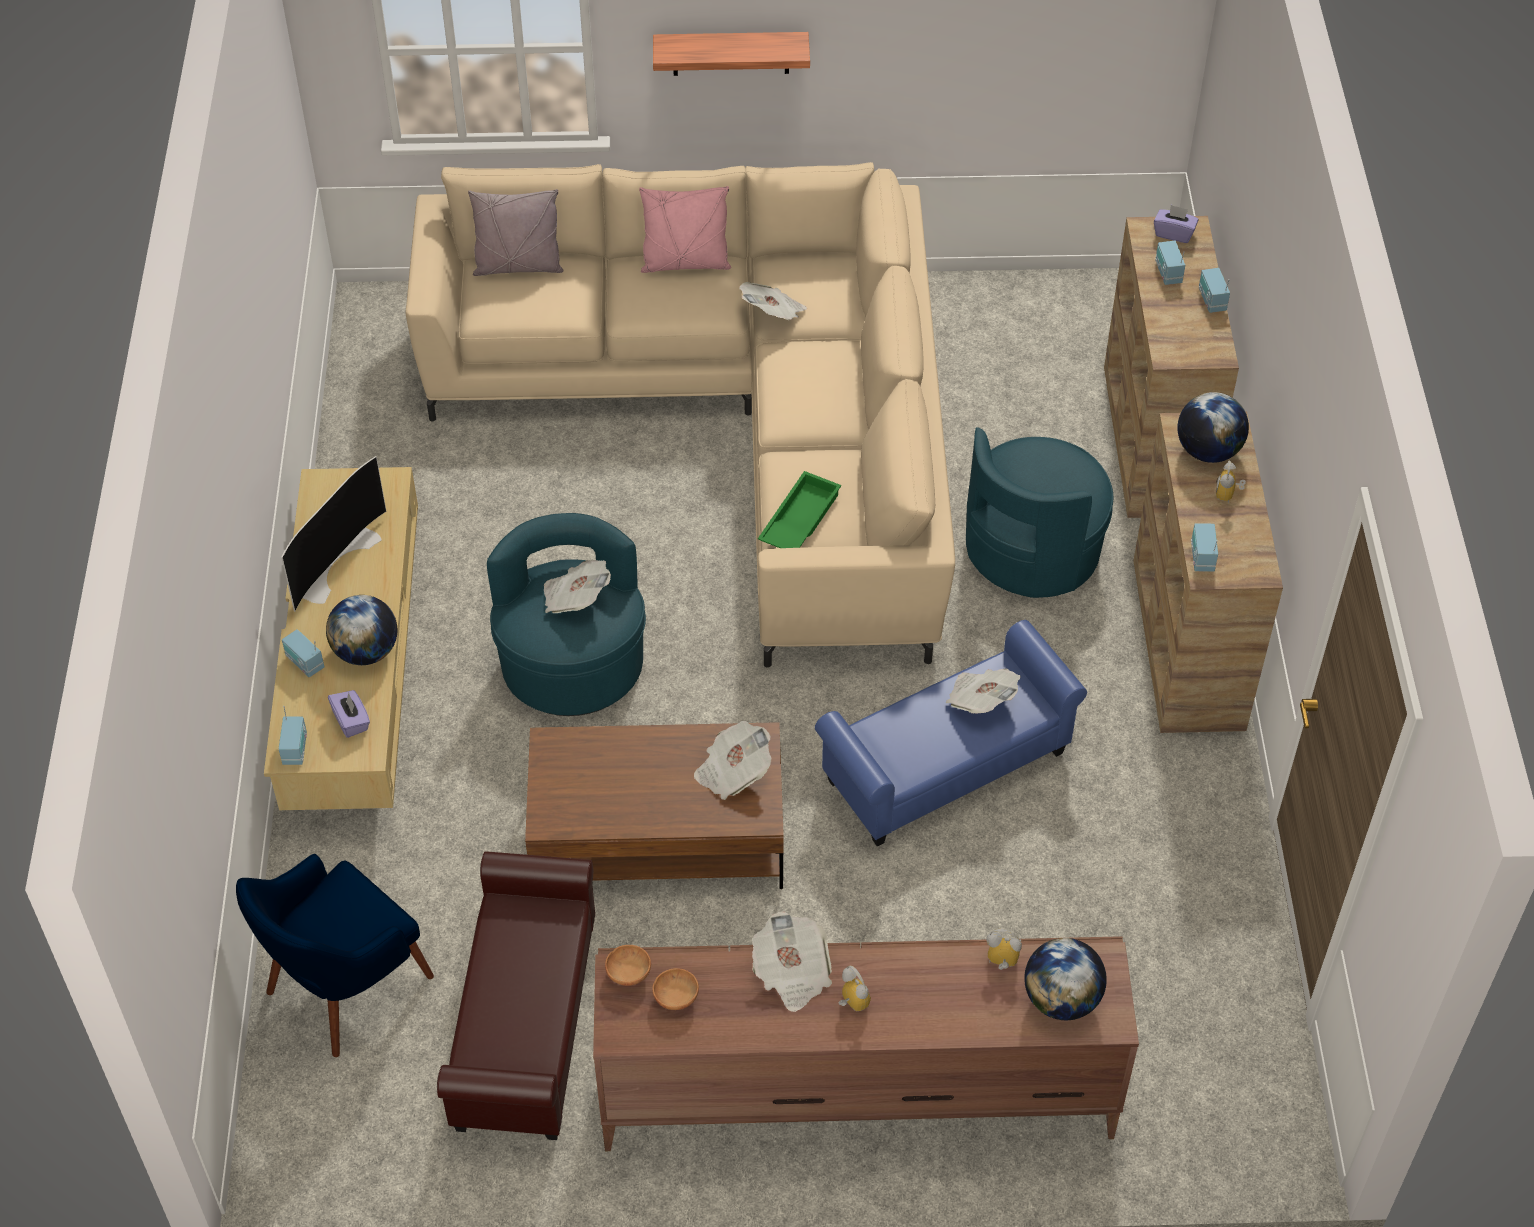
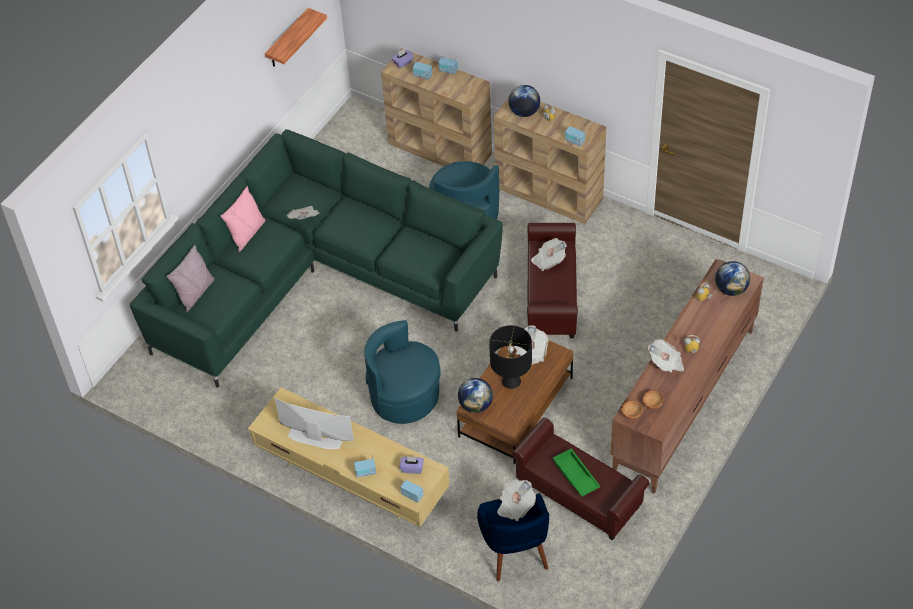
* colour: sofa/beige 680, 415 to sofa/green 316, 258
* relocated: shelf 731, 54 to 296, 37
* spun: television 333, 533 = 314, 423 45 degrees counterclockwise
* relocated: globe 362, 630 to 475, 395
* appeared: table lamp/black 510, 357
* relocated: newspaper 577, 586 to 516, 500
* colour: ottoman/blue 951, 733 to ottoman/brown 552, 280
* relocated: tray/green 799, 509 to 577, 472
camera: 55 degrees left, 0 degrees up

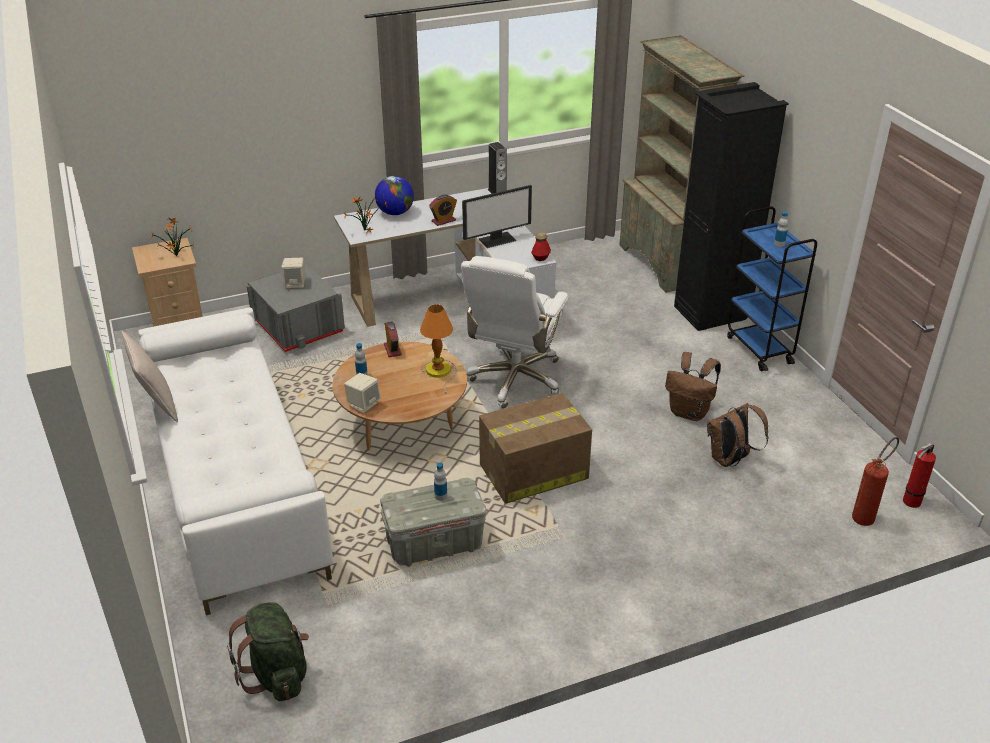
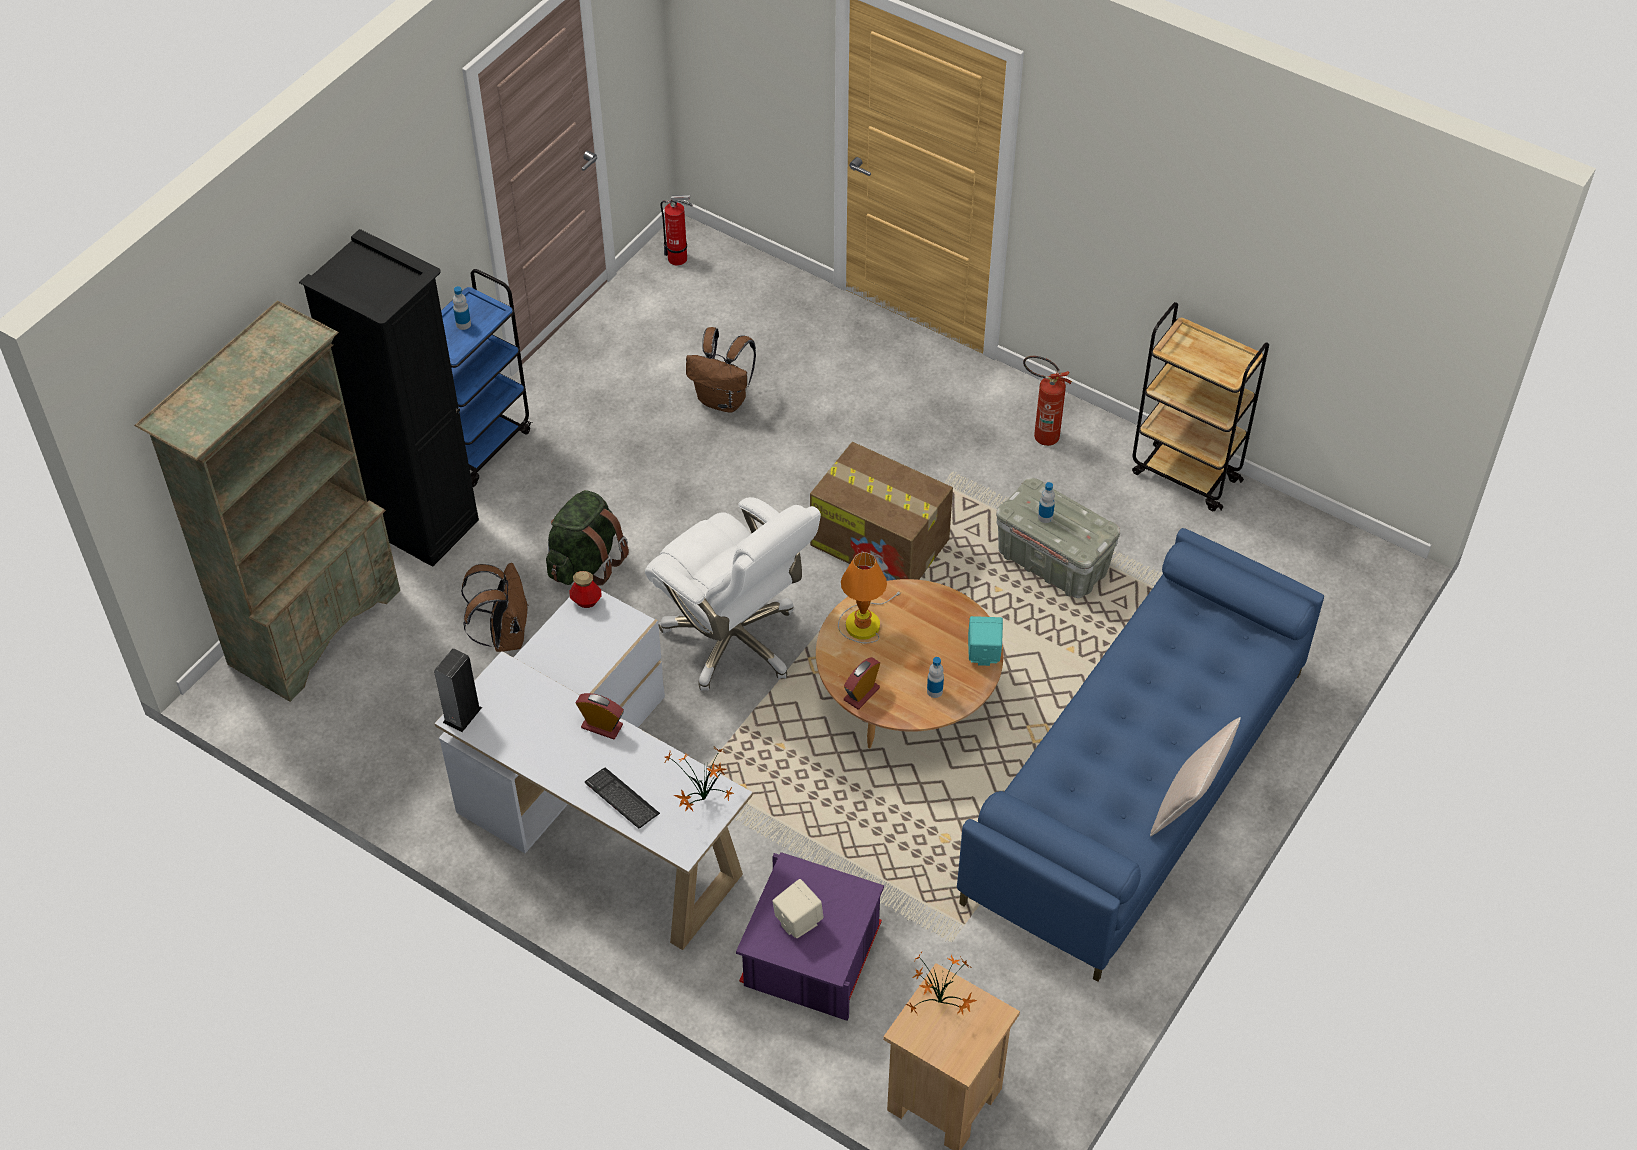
* relocated: backpack/brown 693, 386 to 494, 607
* relocated: backpack/green 268, 651 to 587, 538
* exchanged: globe 394, 195 to keyboard 622, 797
* spun: office chair/white 514, 332 = 733, 594 60 degrees clockwise
* colour: storage box/grey 296, 308 to storage box/purple 810, 936
* colour: sofa/white 235, 461 to sofa/blue 1140, 755
* colour: speaker/beige 362, 393 to speaker/turquoise 985, 641
* relocated: fire extinguisher 875, 481 to 1047, 401
* appeared: cart/brown 1200, 406
* missing: monitor 497, 216
camera: 125 degrees left, 15 degrees up

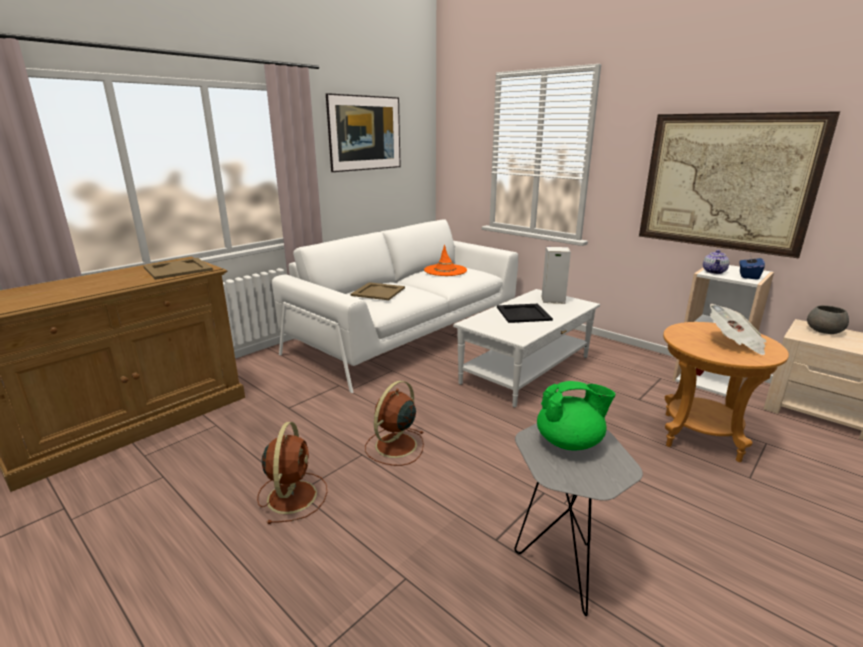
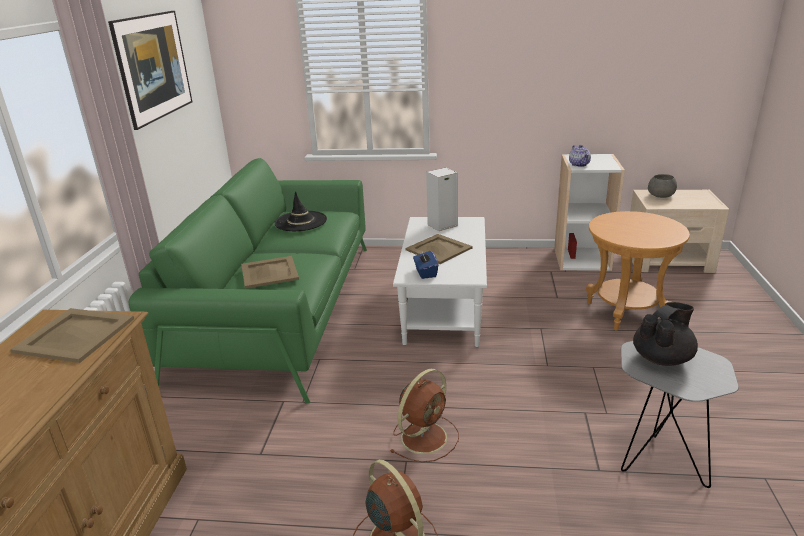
* colour: sofa/white 395, 306 to sofa/green 248, 280
* colour: hat/orange 445, 260 to hat/black 300, 211
* spun: fan/brown 394, 423 = 425, 415 135 degrees counterclockwise
* colour: tray/black 525, 313 to tray/beige 439, 249
* relocated: tissue box/blue 752, 266 to 425, 265
* colour: teapot/green 576, 415 to teapot/black 665, 334
* missing: picture 739, 184
* missing: newspaper 738, 329
camera: 35 degrees left, 5 degrees up

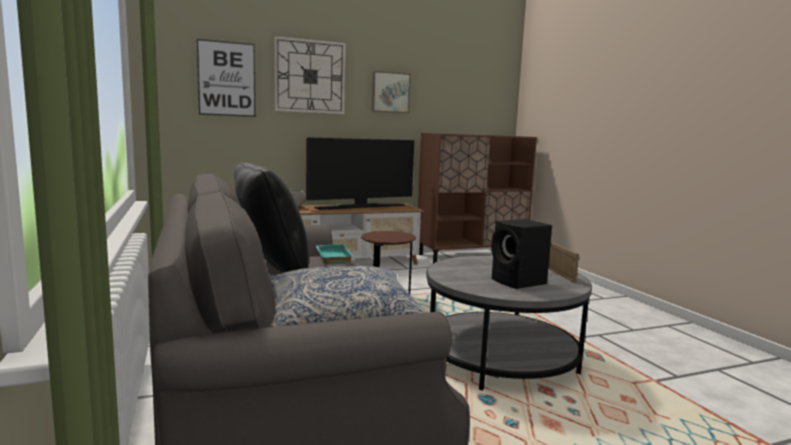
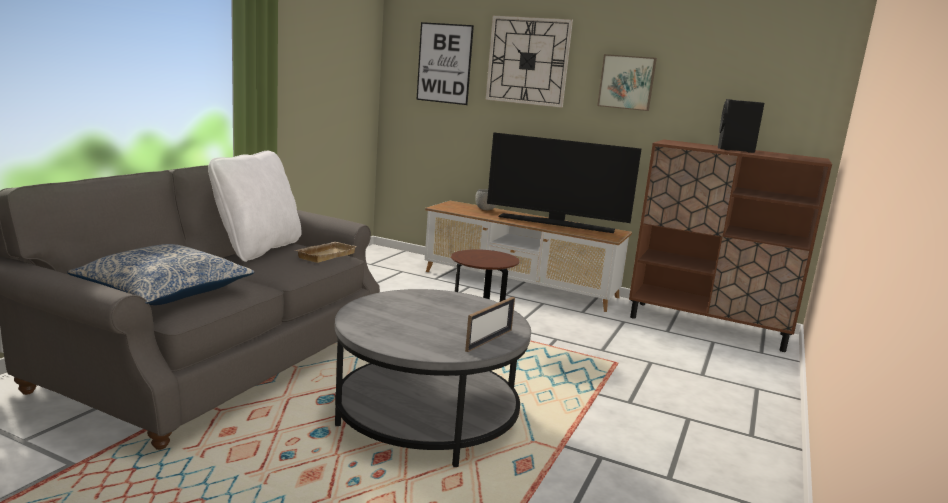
* colour: pillow/black 271, 217 to pillow/white 255, 206
* colour: tray/turquoise 334, 254 to tray/beige 326, 252
* relocated: speaker/black 521, 254 to 741, 126
camera: 45 degrees right, 5 degrees up

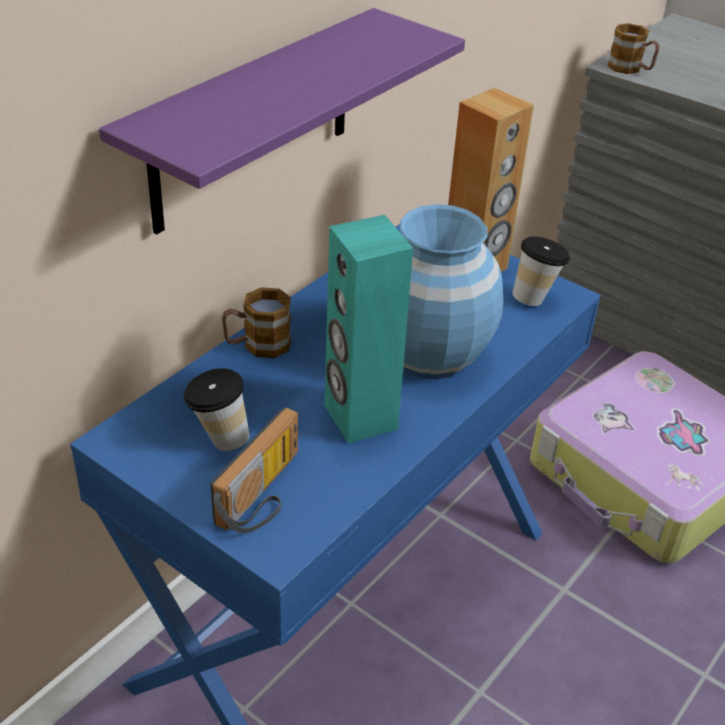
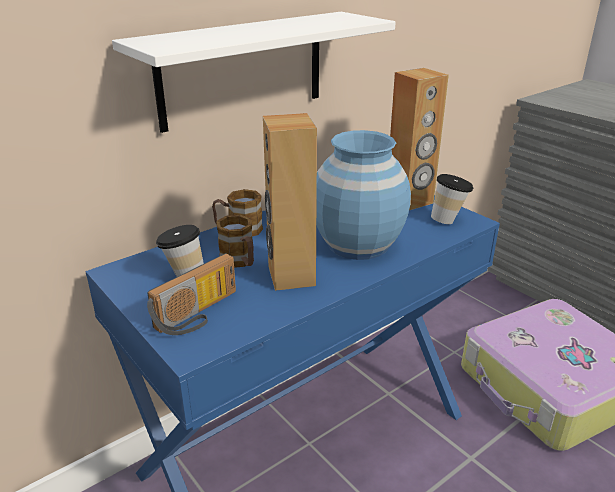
* colour: shelf/purple 282, 121 to shelf/white 254, 72
* relocated: mug 633, 48 to 235, 241
* colour: speaker/turquoise 369, 329 to speaker/brown 290, 202
camera: 15 degrees right, 10 degrees down

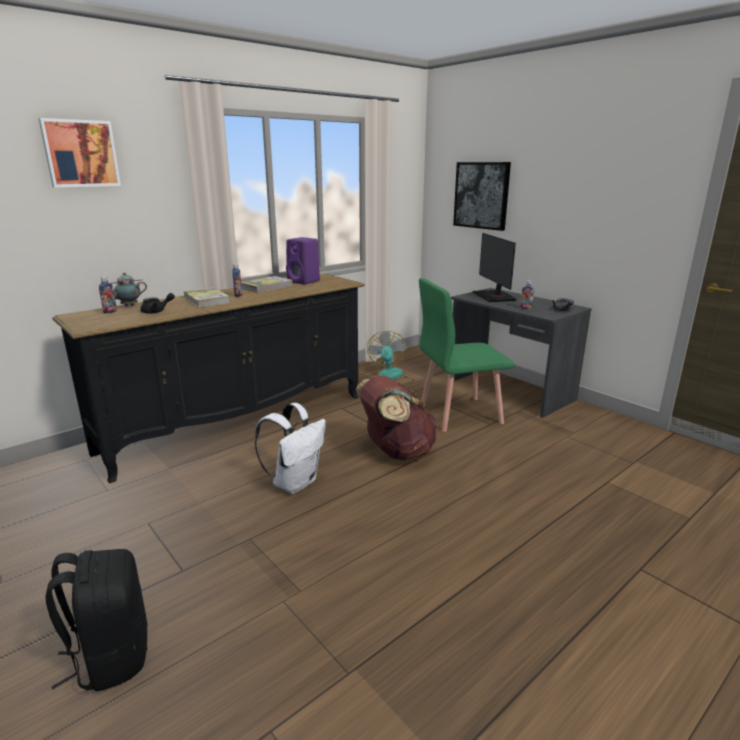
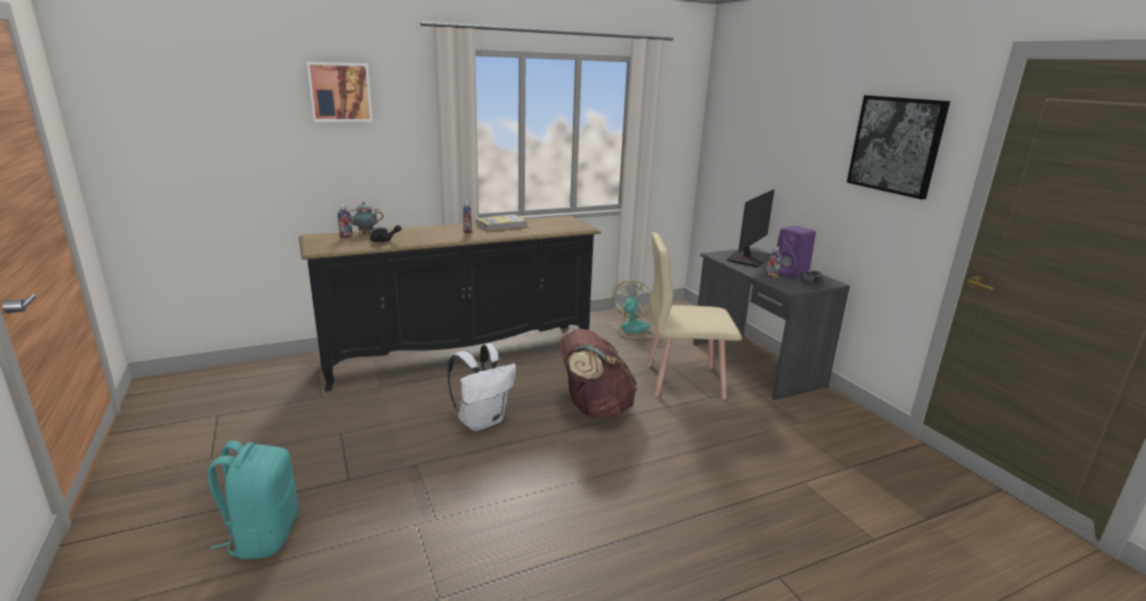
* colour: backpack/black 96, 620 to backpack/turquoise 252, 500
* colour: chair/green 467, 355 to chair/beige 694, 316
* spun: monitor 495, 267 = 750, 228 150 degrees counterclockwise
* relocated: speaker/purple 303, 260 to 796, 252
* relocated: picture 482, 196 to 898, 147
* missing: book 206, 297
camera: 15 degrees right, 0 degrees up

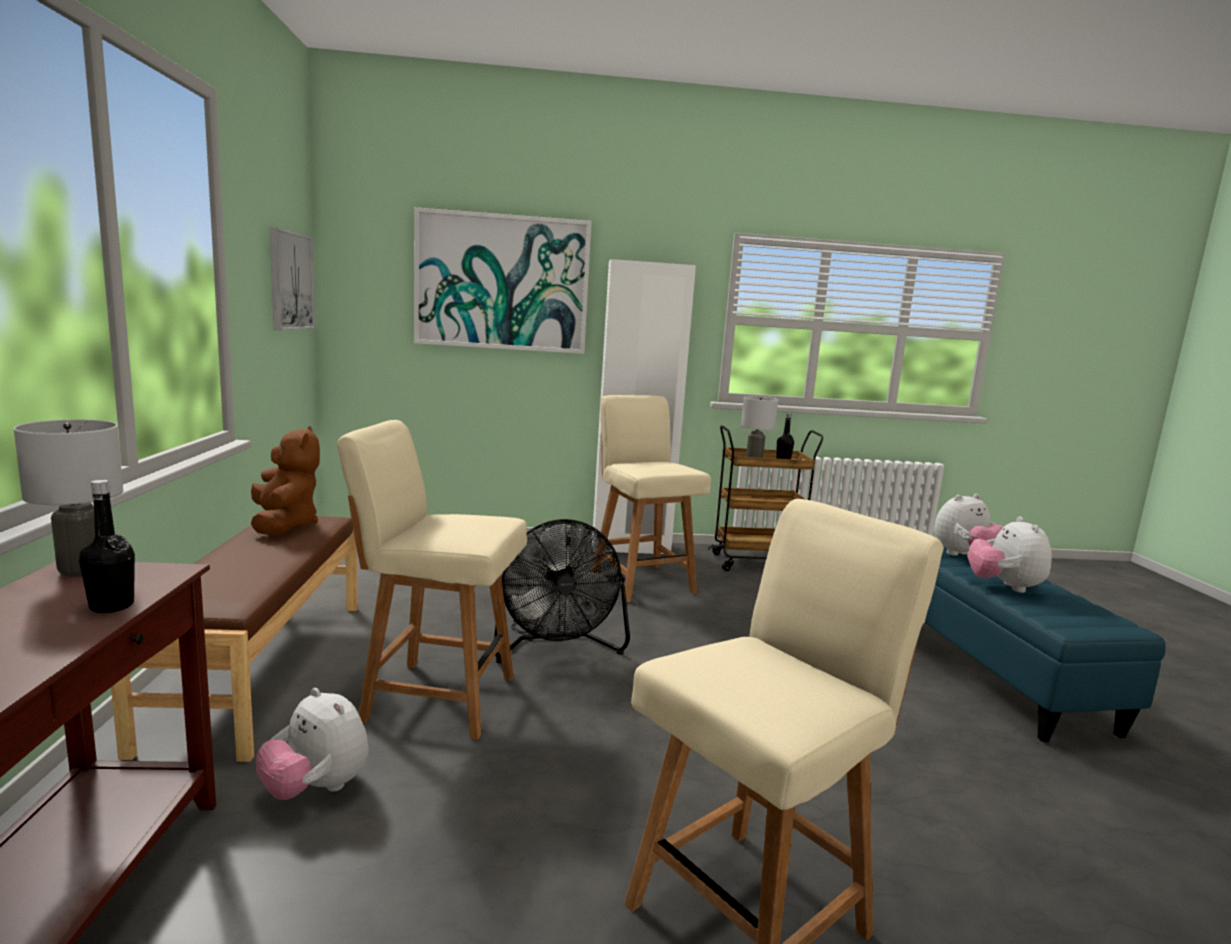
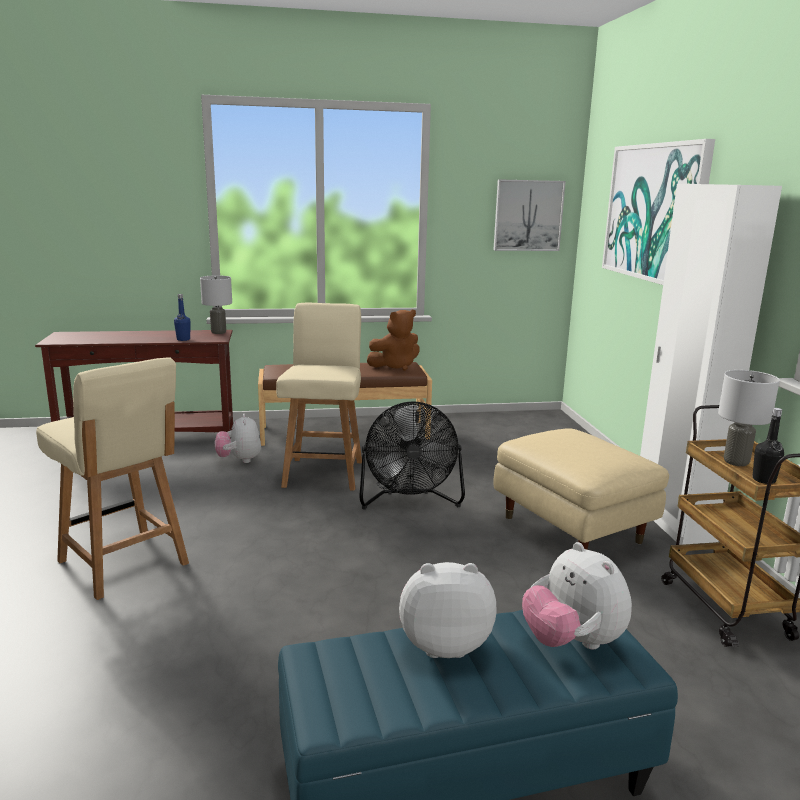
* colour: bottle/black 107, 546 to bottle/blue 182, 317
* spun: plush toy 312, 744 = 238, 438 45 degrees counterclockwise
* spun: fan/black 562, 591 = 412, 456 75 degrees counterclockwise
* exchanged: chair/beige 651, 499 to ottoman/beige 581, 489
camera: 85 degrees right, 5 degrees up

